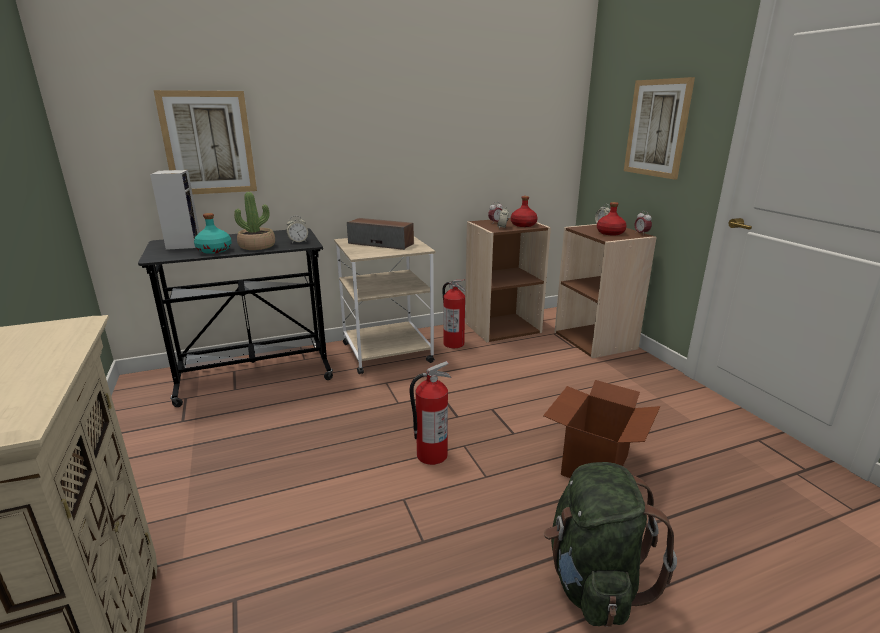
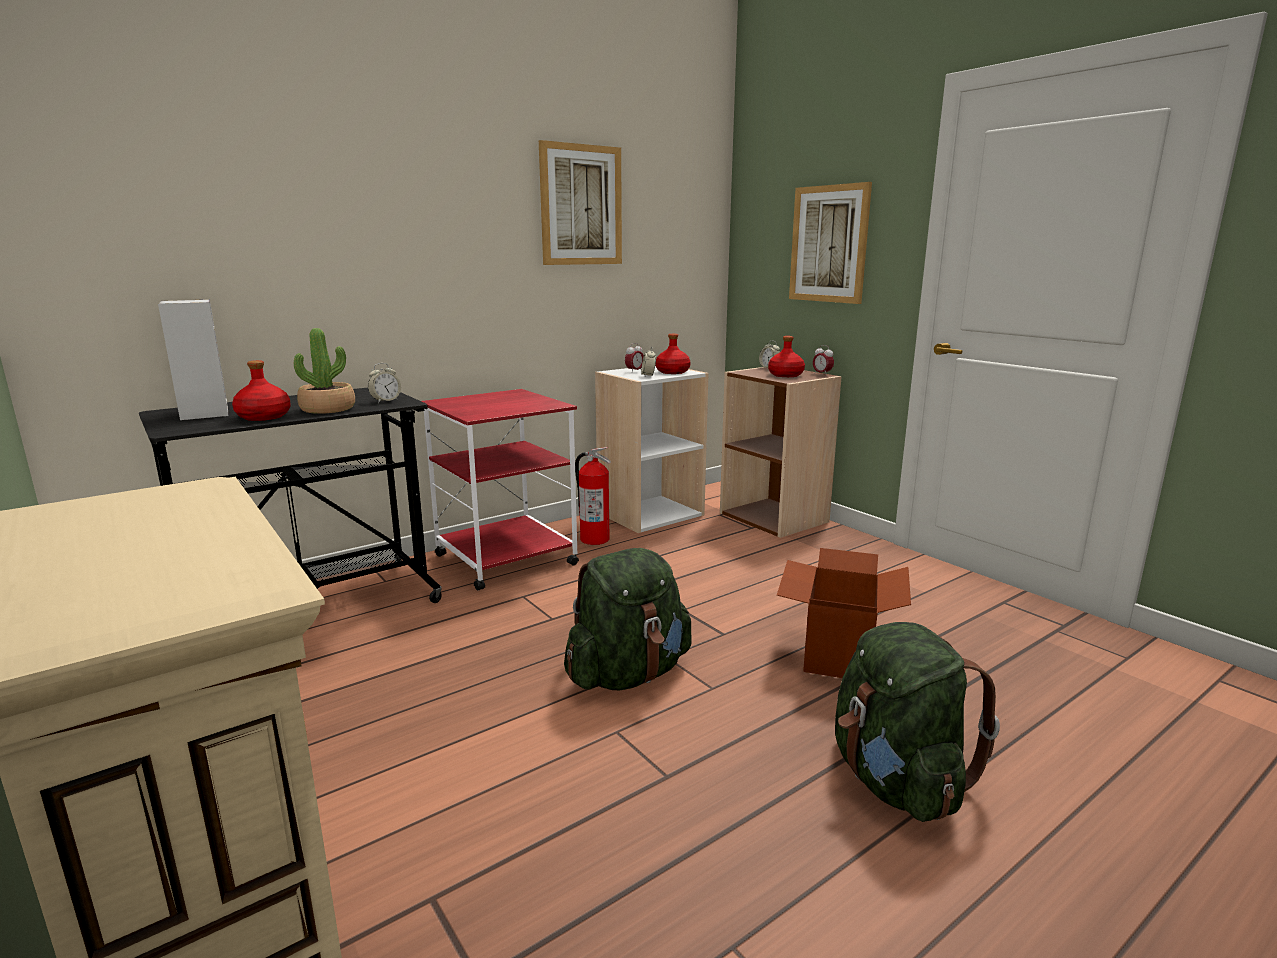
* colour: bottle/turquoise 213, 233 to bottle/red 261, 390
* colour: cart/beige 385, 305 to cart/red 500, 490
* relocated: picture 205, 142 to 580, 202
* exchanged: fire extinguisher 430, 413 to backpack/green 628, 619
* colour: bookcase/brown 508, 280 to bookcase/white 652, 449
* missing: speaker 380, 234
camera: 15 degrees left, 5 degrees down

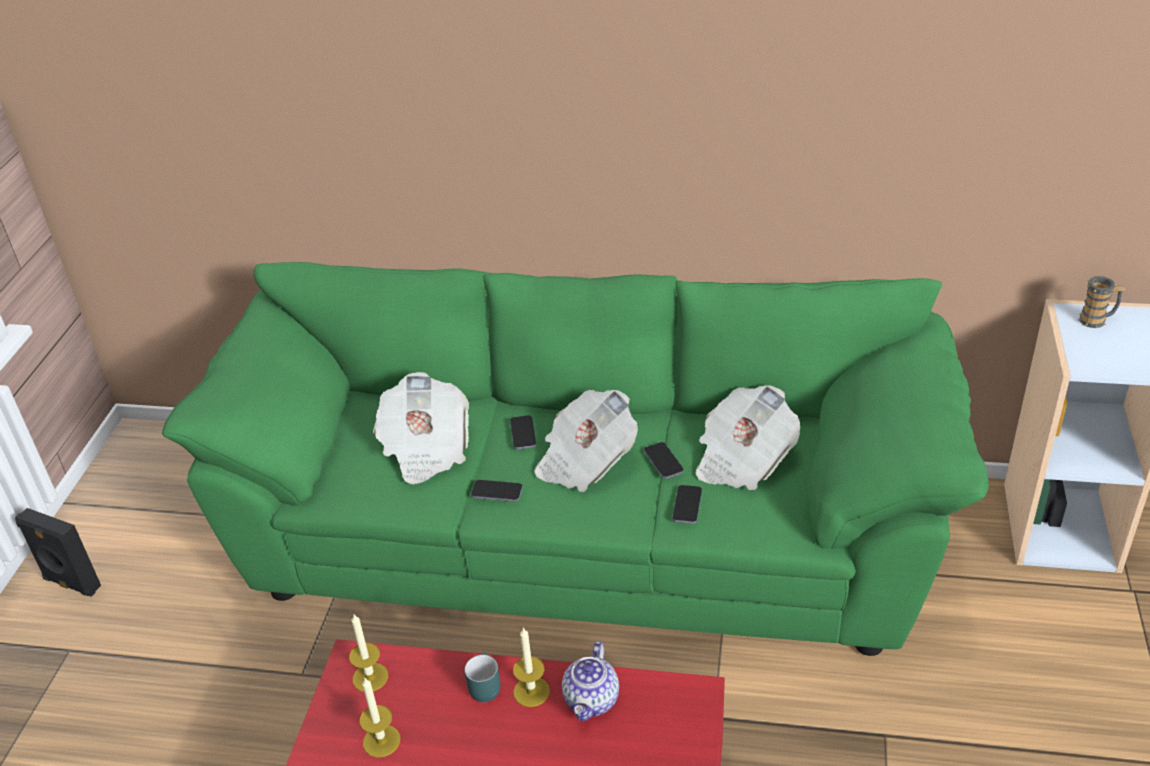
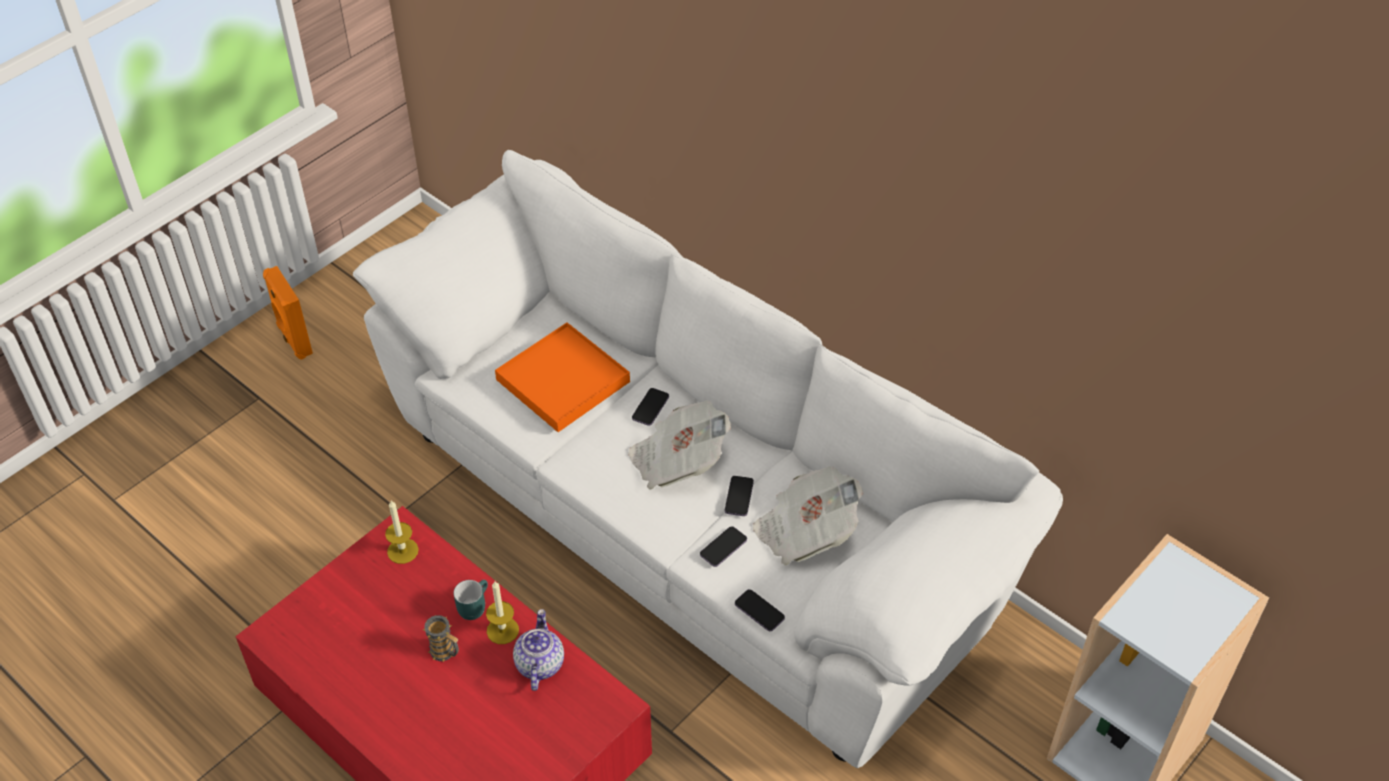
* colour: speaker/black 58, 552 to speaker/orange 288, 313
* colour: sofa/green 575, 459 to sofa/white 708, 459
* relocated: mug 1102, 302 to 441, 638
* exchanged: newspaper 421, 428 to tray/orange 562, 377
* spun: teapot 590, 681 = 538, 650 135 degrees clockwise
* relocated: phone 497, 490 to 760, 610
* missing: candle 380, 718
camera: 30 degrees right, 10 degrees up

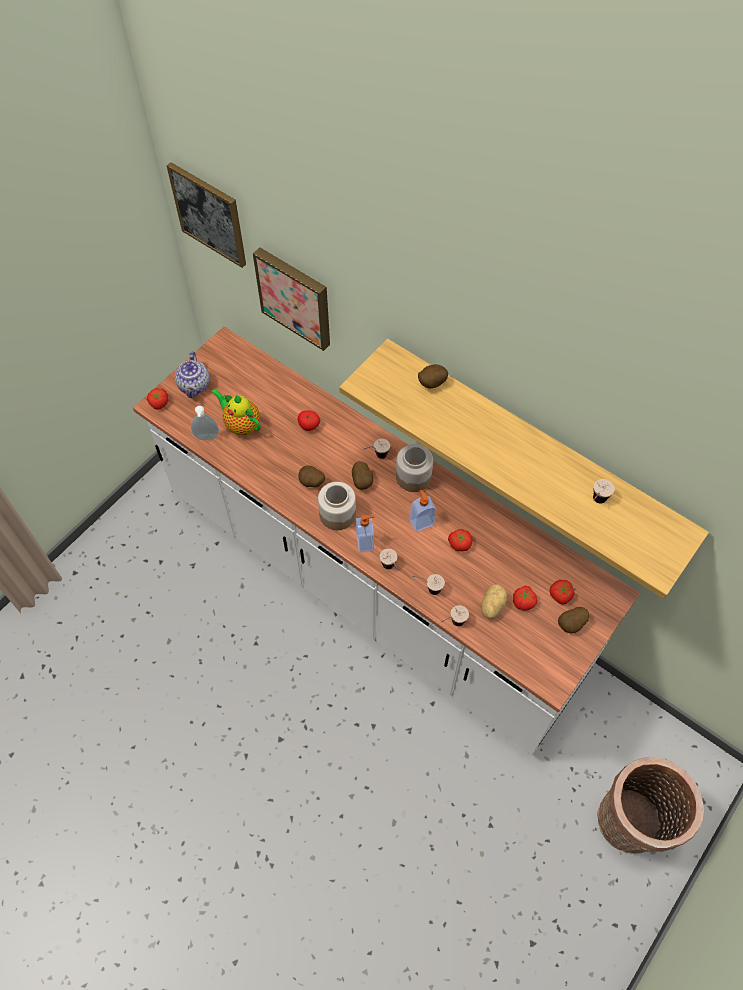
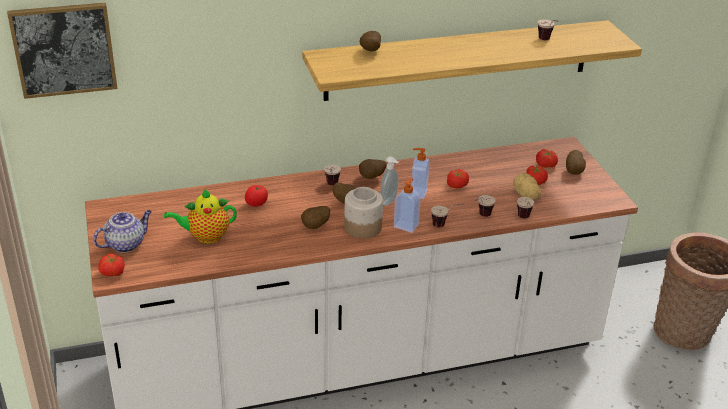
* spun: teapot 192, 374 = 122, 231 75 degrees counterclockwise
* exchanged: jar 414, 468 to potato 373, 169
* relocated: soap dispenser 205, 423 to 389, 181
* missing: picture 291, 299
camera: 55 degrees left, 25 degrees down

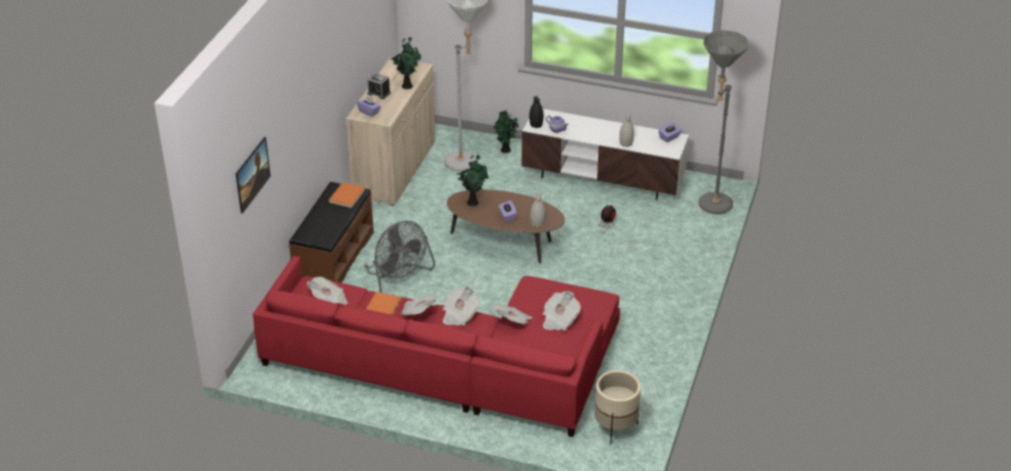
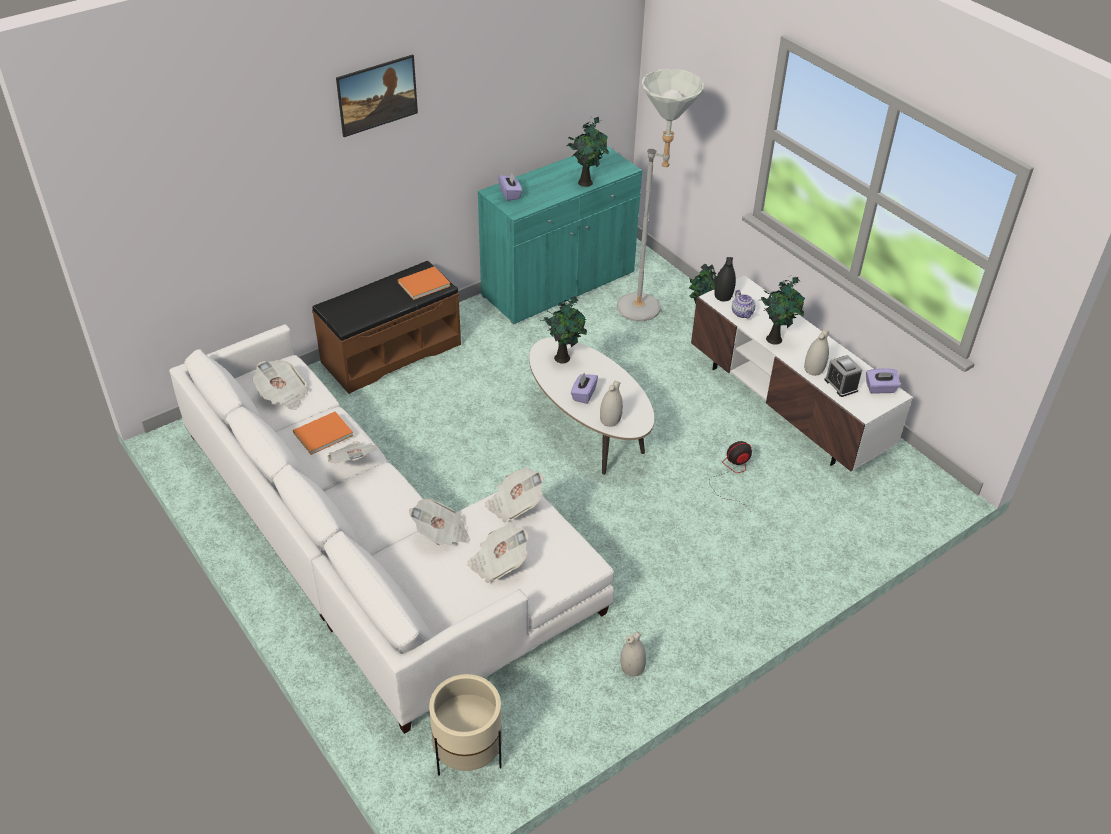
* colour: sofa/red 436, 346 to sofa/white 391, 529
* relocated: picture 253, 175 to 377, 95
* colour: cabinet/beige 390, 131 to cabinet/turquoise 560, 235
* relocated: newspaper 461, 306 to 514, 495
* colour: coffee table/brown 506, 226 to coffee table/white 591, 406
* appeared: vase/white 633, 654
* appeared: potted plant 783, 310
* relocated: alarm clock 379, 86 to 843, 376
* missing: fan/grey 399, 257
* missing: floor lamp/grey 723, 122
camera: 35 degrees right, 5 degrees up

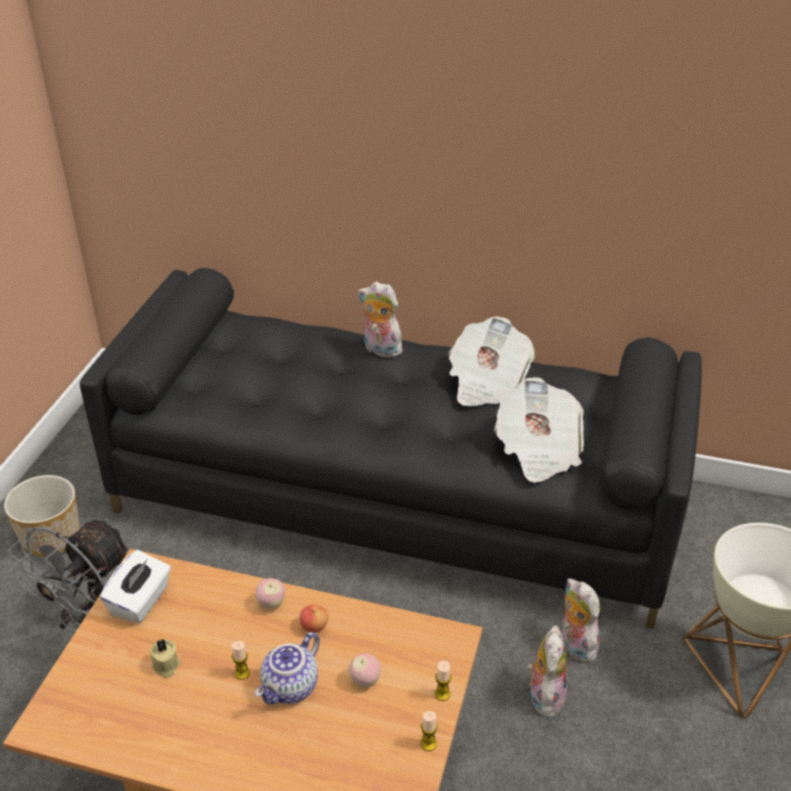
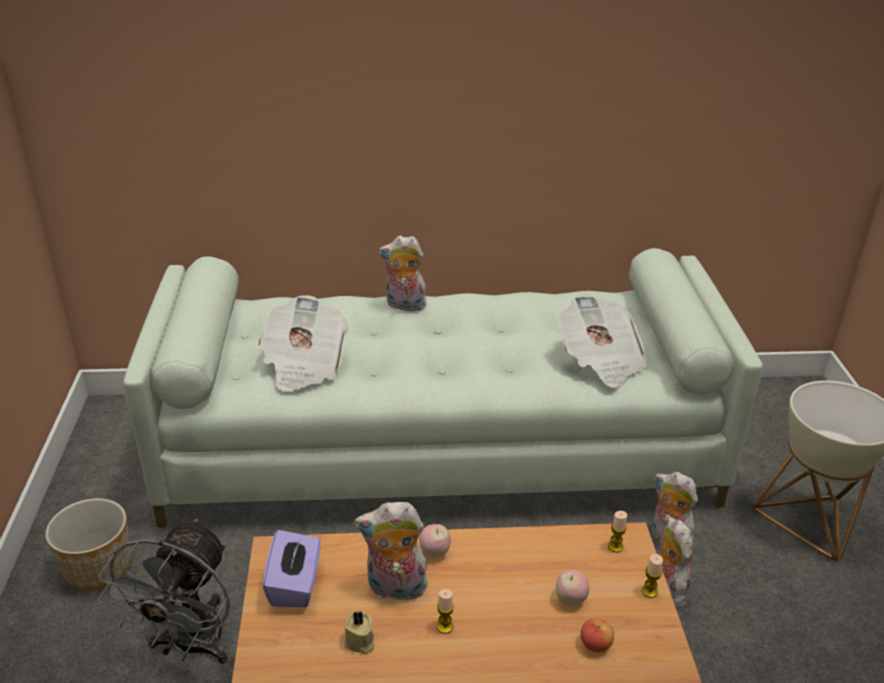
* colour: sofa/black 391, 448 to sofa/white 443, 387
* relocated: newspaper 491, 361 to 303, 343
* colour: tissue box/white 135, 586 to tissue box/purple 291, 568
* appeared: plush toy 393, 551
* relocated: apple 313, 618 to 597, 635
* relocated: candle 429, 731 to 617, 531
* missing: teapot 287, 668
camera: 20 degrees left, 5 degrees down

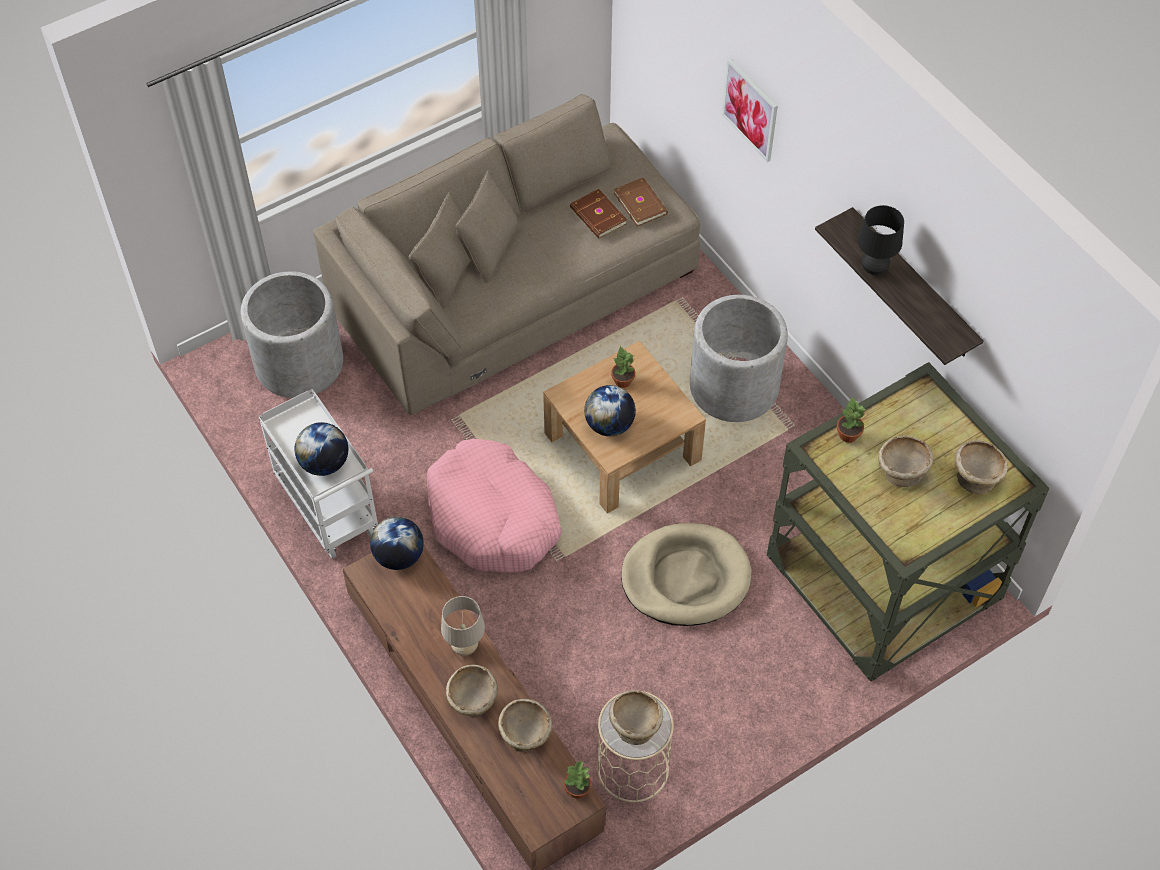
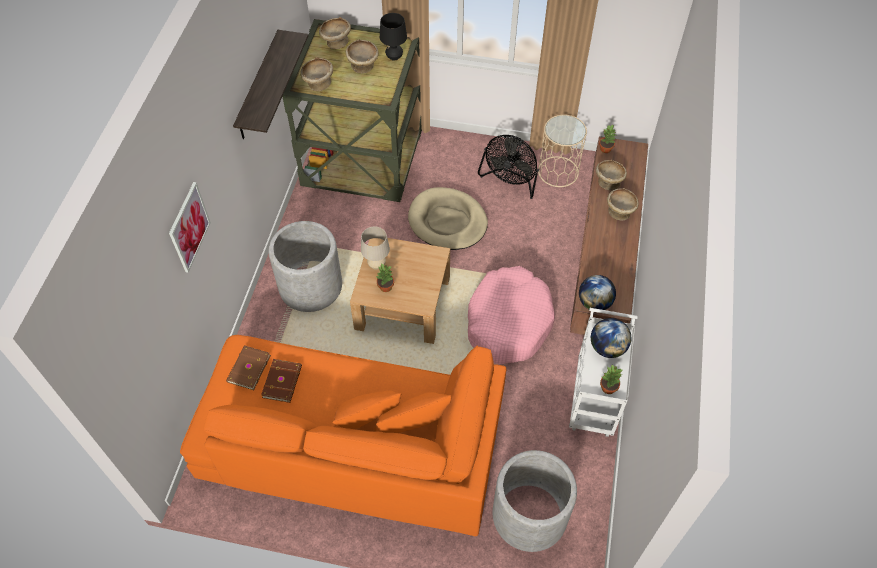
* colour: sofa/beige 506, 254 to sofa/orange 343, 435
* relocated: bowl/beige 636, 717 to 316, 74
* relocated: table lamp/beige 463, 626 to 375, 248
* relocated: table lamp/black 880, 240 to 393, 37
* appeared: fan/black 508, 167
* relocated: potted plant 852, 420 to 611, 379
* missing: globe 610, 410
camera: 135 degrees left, 0 degrees up

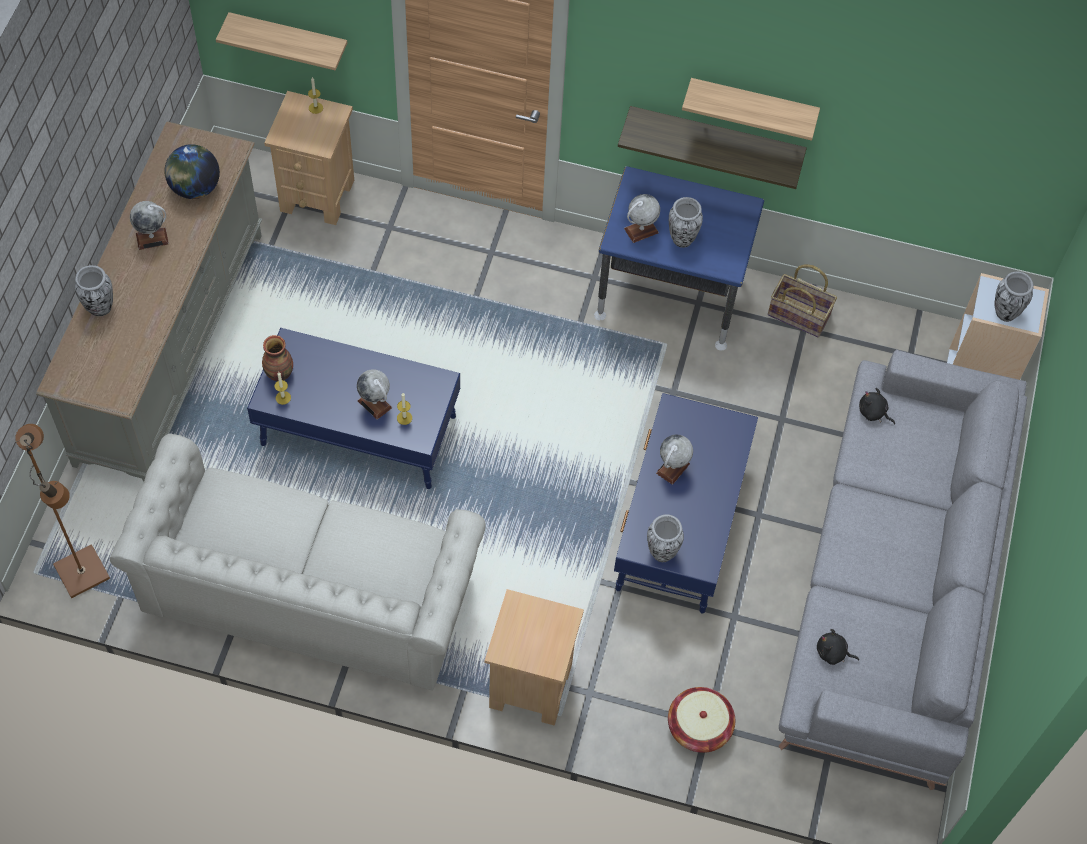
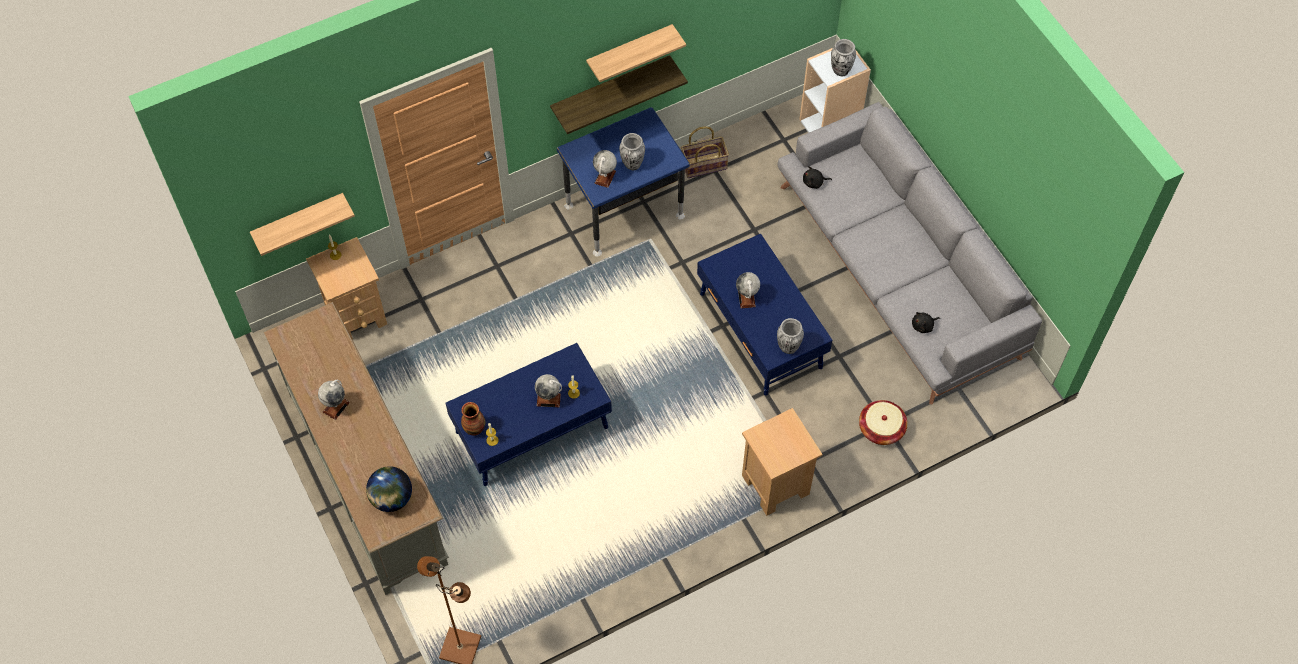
* relocated: globe 192, 171 to 389, 489
* missing: vase 94, 290
* missing: sofa/white 298, 562
camera: 40 degrees left, 0 degrees up

